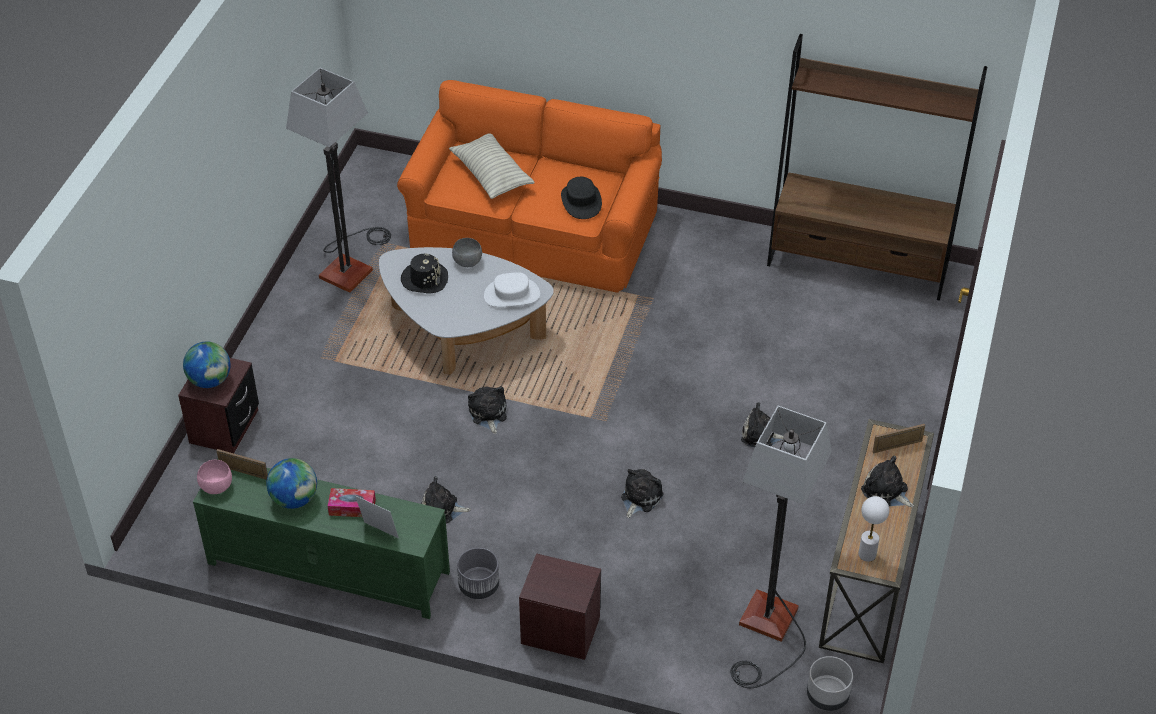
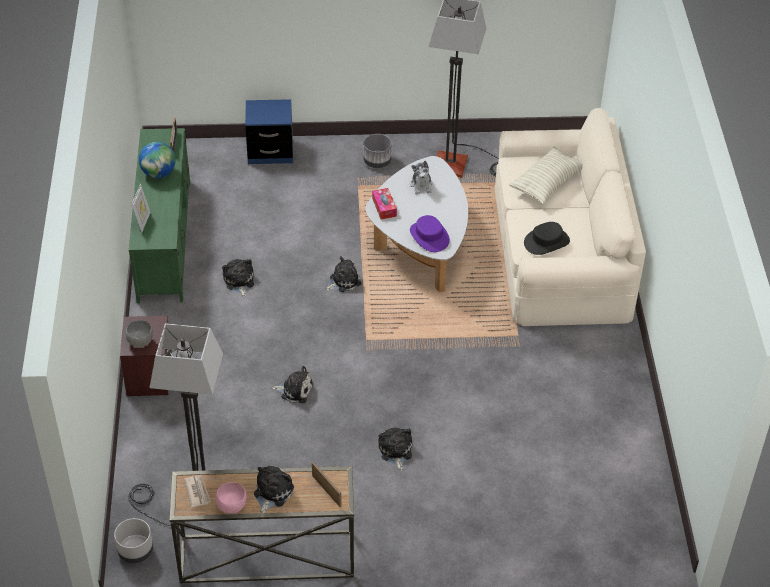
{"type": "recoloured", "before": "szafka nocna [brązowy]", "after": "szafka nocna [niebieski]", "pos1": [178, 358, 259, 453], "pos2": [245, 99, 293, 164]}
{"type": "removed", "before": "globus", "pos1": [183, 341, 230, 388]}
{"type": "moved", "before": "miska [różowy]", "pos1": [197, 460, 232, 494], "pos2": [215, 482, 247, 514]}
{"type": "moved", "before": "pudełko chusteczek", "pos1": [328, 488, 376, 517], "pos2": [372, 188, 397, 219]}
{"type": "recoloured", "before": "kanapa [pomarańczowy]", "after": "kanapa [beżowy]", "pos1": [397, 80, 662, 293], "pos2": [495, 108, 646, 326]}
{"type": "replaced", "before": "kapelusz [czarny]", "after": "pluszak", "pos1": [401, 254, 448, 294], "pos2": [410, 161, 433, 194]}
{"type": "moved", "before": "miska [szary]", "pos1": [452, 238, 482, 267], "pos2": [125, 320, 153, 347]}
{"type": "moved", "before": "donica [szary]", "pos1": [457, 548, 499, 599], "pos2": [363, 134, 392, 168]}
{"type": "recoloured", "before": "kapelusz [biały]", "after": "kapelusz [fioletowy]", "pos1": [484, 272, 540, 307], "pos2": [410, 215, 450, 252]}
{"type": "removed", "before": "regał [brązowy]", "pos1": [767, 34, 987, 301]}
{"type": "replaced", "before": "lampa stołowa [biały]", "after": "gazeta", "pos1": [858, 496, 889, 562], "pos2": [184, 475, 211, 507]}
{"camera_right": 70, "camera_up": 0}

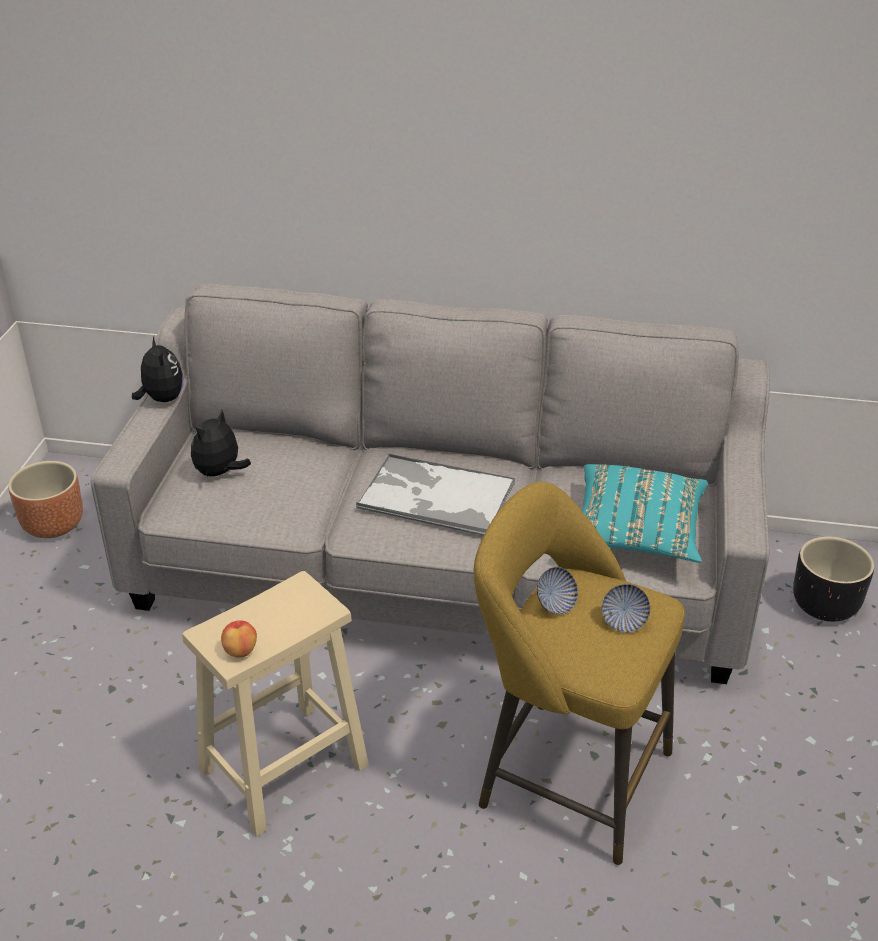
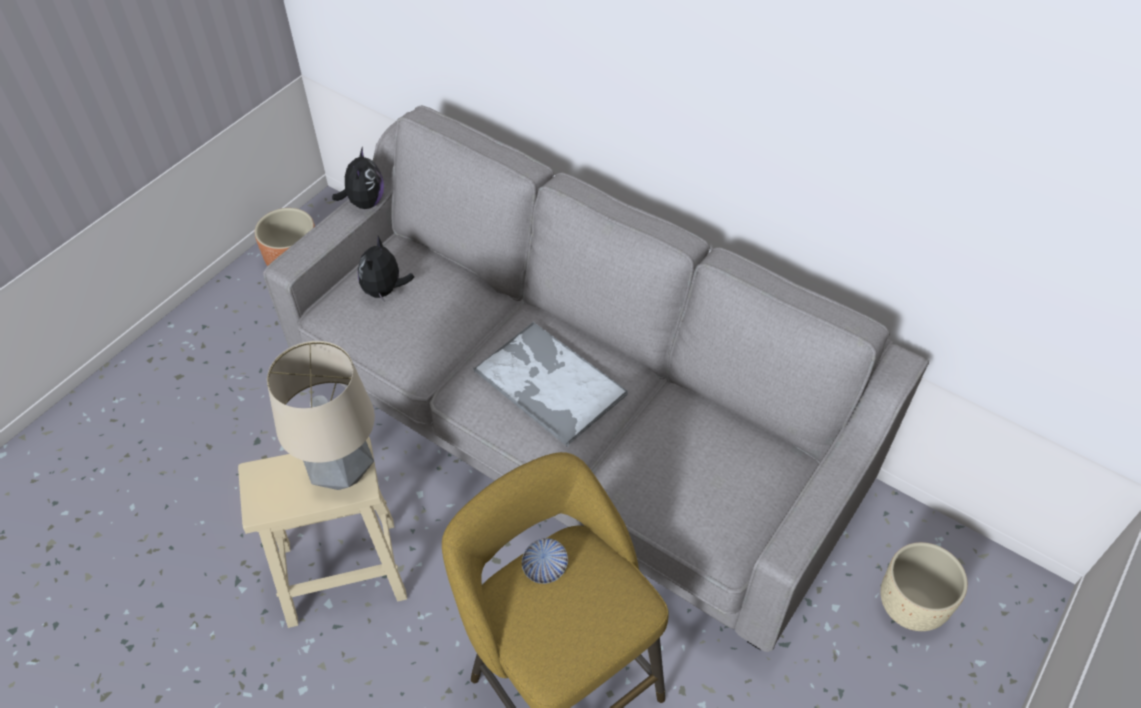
{"type": "turned", "before": "pluszak", "pos1": [191, 409, 251, 477], "pos2": [358, 236, 414, 302], "turn": -45}
{"type": "removed", "before": "jabłko", "pos1": [221, 620, 257, 658]}
{"type": "removed", "before": "poduszka [turkusowy]", "pos1": [581, 464, 708, 563]}
{"type": "removed", "before": "miska", "pos1": [601, 584, 650, 633]}
{"type": "recoloured", "before": "donica [czarny]", "after": "donica [beżowy]", "pos1": [793, 536, 874, 622], "pos2": [881, 542, 968, 631]}
{"type": "added", "after": "lampa stołowa", "pos2": [267, 341, 375, 490]}
{"camera_right": 25, "camera_up": 15}

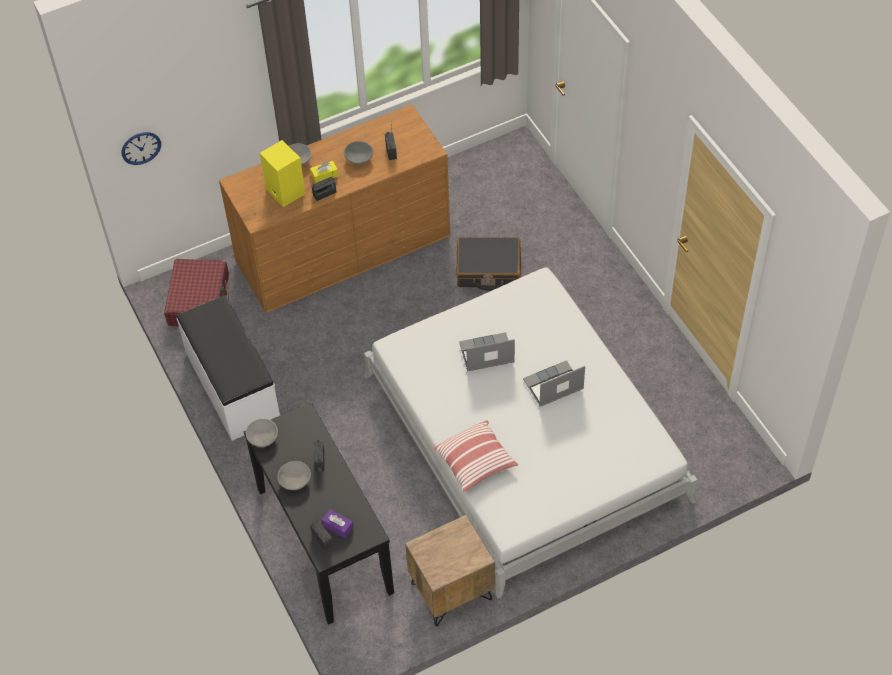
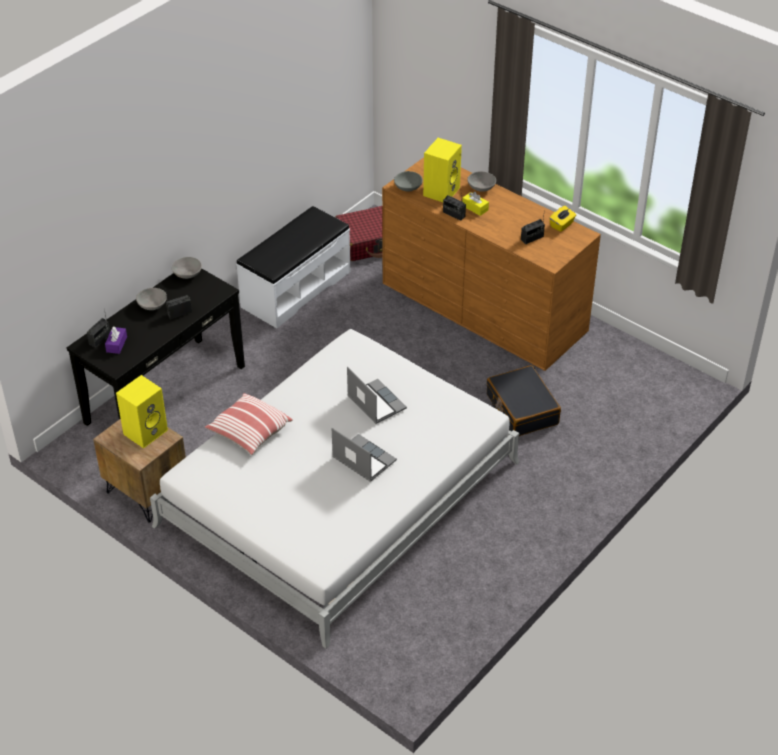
{"type": "removed", "before": "zegar ścienny", "pos1": [121, 132, 161, 165]}
{"type": "moved", "before": "miska [szary]", "pos1": [344, 141, 373, 165], "pos2": [394, 171, 423, 191]}
{"type": "added", "after": "głośnik [żółty]", "pos2": [116, 375, 168, 449]}
{"type": "added", "after": "pudełko chusteczek [żółty]", "pos2": [549, 206, 576, 232]}
{"camera_right": 65, "camera_up": -10}

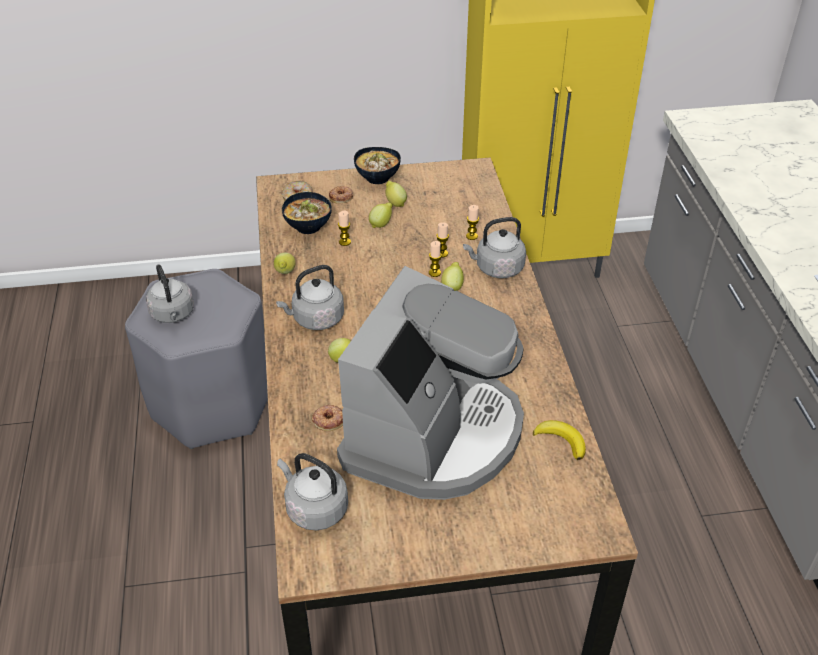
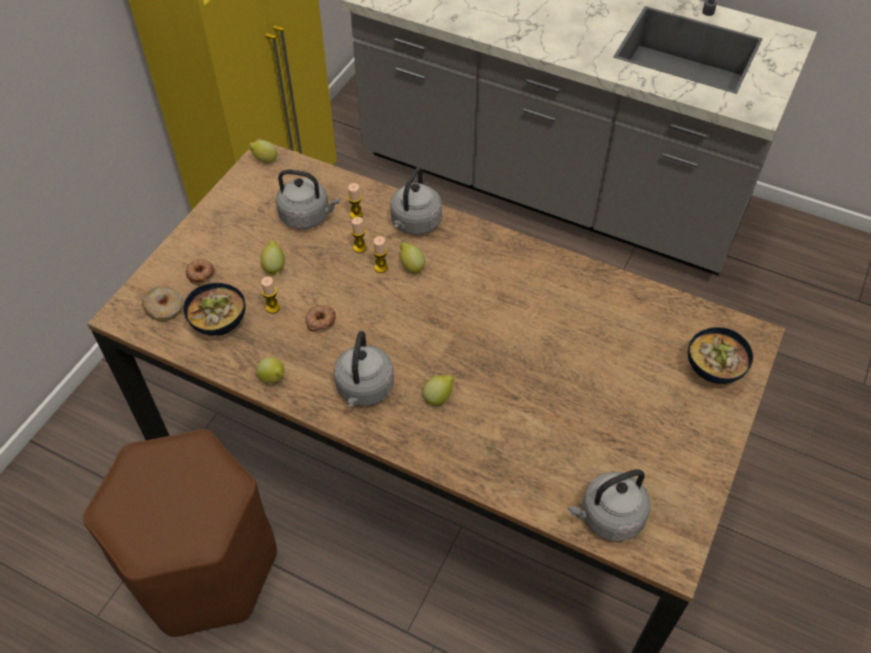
{"type": "recoloured", "before": "stołek [szary]", "after": "stołek [brązowy]", "pos1": [125, 269, 268, 449], "pos2": [83, 429, 277, 637]}
{"type": "moved", "before": "czajnik [szary]", "pos1": [146, 265, 194, 323], "pos2": [276, 169, 339, 229]}
{"type": "moved", "before": "donut", "pos1": [312, 405, 343, 431], "pos2": [305, 305, 336, 333]}
{"type": "removed", "before": "ekspres do kawy", "pos1": [337, 266, 524, 500]}
{"type": "moved", "before": "miska", "pos1": [354, 147, 401, 184], "pos2": [688, 327, 753, 384]}
{"type": "moved", "before": "cytryna", "pos1": [386, 181, 407, 207], "pos2": [248, 140, 277, 163]}
{"type": "removed", "before": "banan", "pos1": [533, 420, 586, 460]}
{"camera_right": -55, "camera_up": 10}

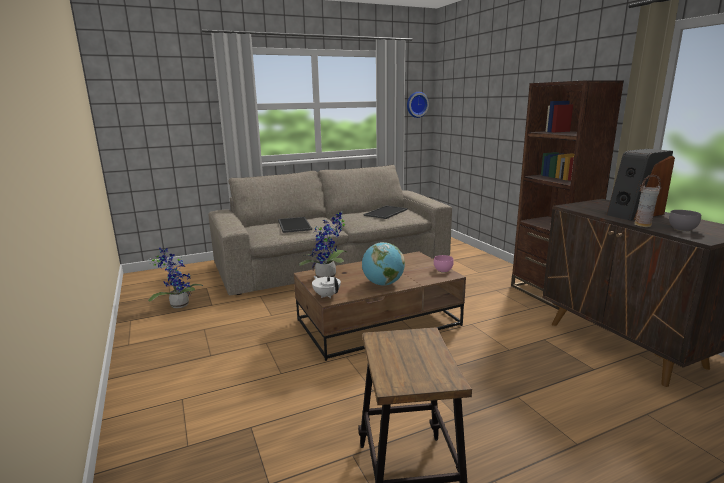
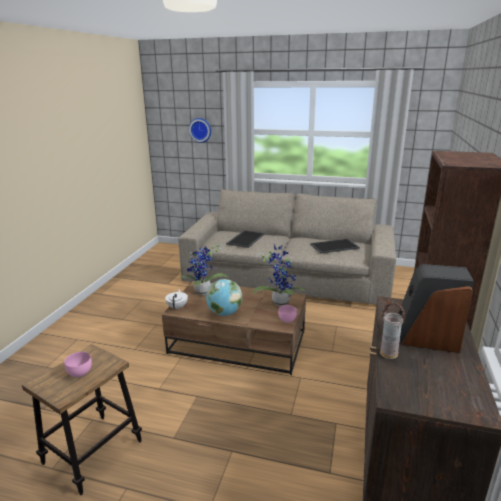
{"type": "moved", "before": "roślina doniczkowa", "pos1": [148, 248, 203, 308], "pos2": [253, 244, 305, 306]}
{"type": "moved", "before": "zegar ścienny", "pos1": [407, 92, 429, 118], "pos2": [189, 118, 211, 143]}
{"type": "removed", "before": "miska [szary]", "pos1": [669, 210, 701, 232]}
{"type": "added", "after": "miska [różowy]", "pos2": [64, 352, 92, 377]}
{"camera_right": 40, "camera_up": 5}

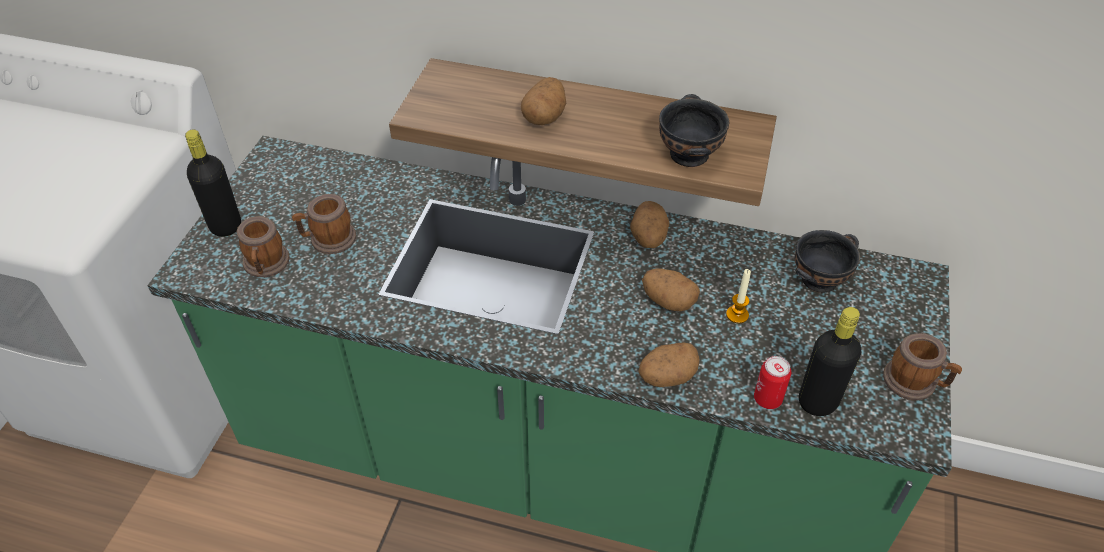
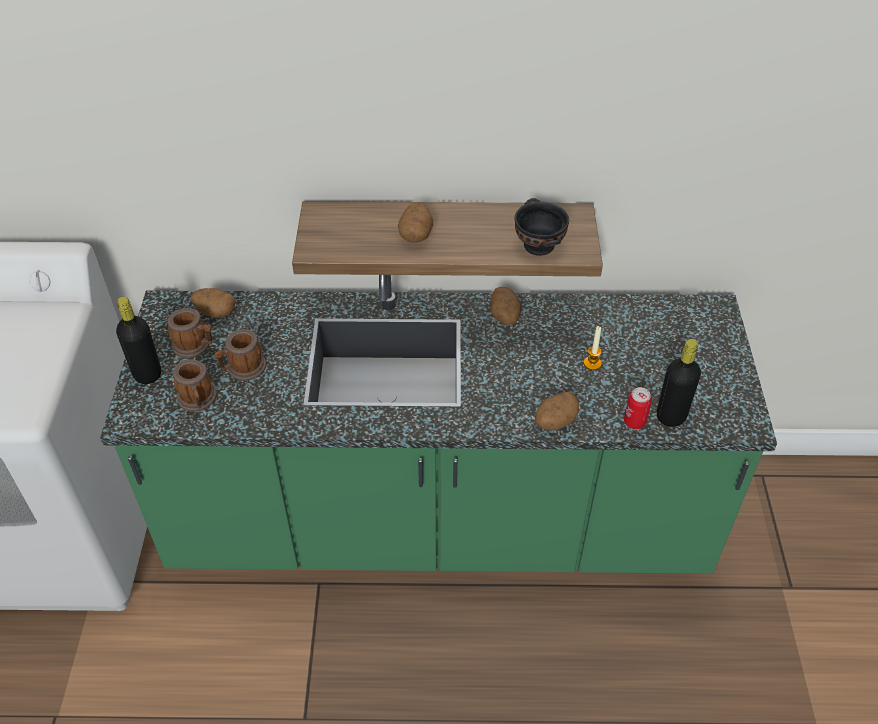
{"type": "moved", "before": "ziemniak", "pos1": [642, 268, 700, 311], "pos2": [191, 288, 236, 318]}
{"type": "removed", "before": "miska [czarny]", "pos1": [795, 230, 860, 293]}
{"type": "moved", "before": "kubek", "pos1": [883, 333, 962, 401], "pos2": [168, 308, 212, 358]}
{"camera_right": -15, "camera_up": 0}

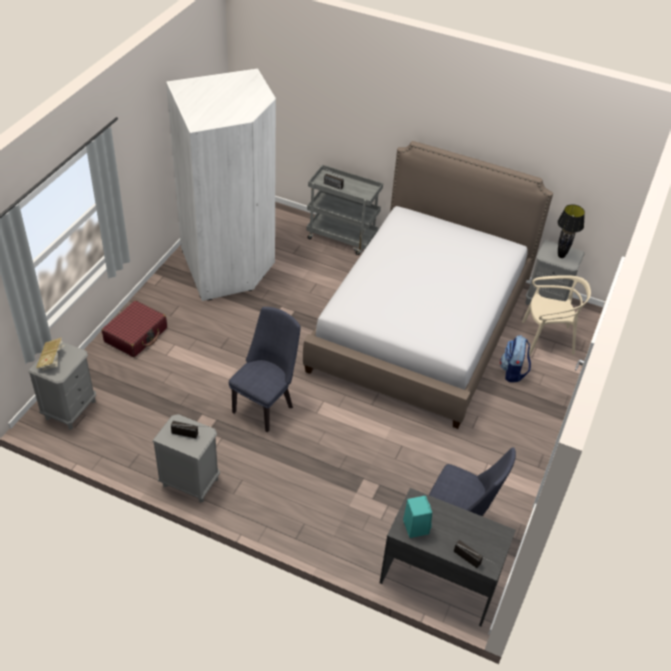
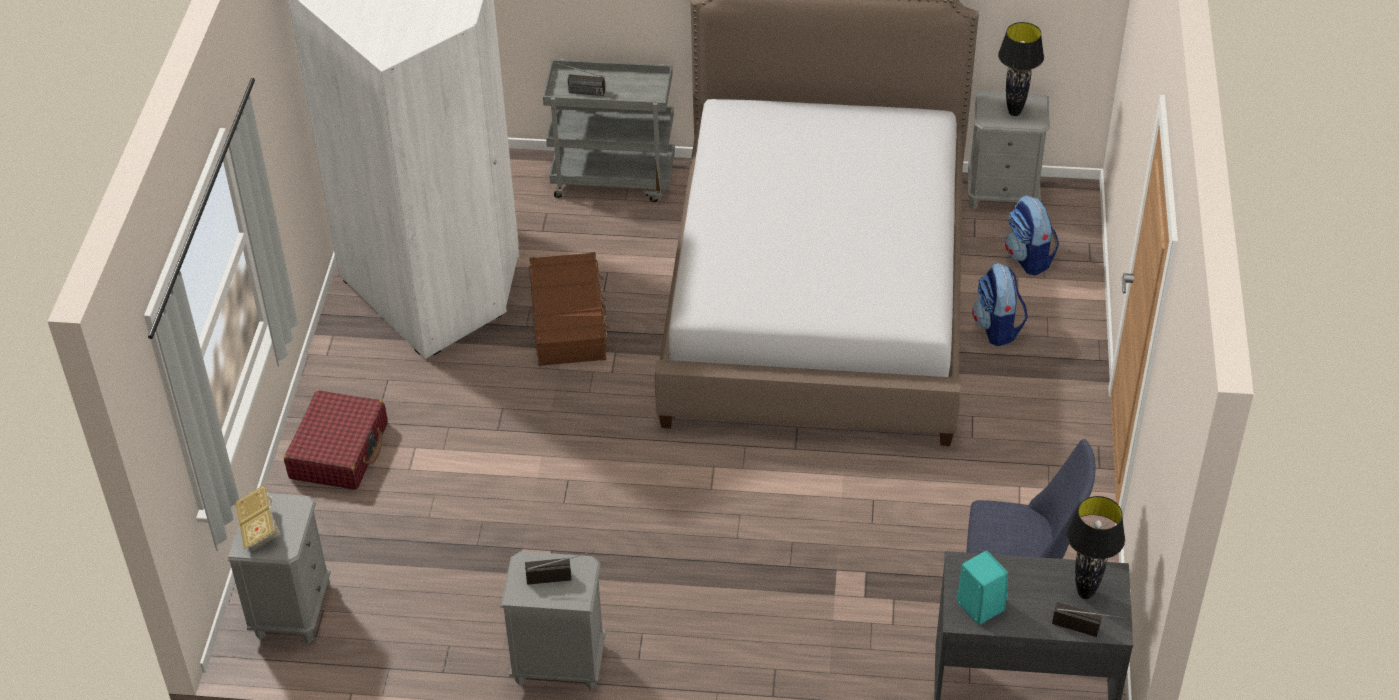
{"type": "removed", "before": "krzesło [niebieski]", "pos1": [229, 307, 301, 433]}
{"type": "replaced", "before": "krzesło [beżowy]", "after": "plecak", "pos1": [522, 275, 591, 356], "pos2": [1005, 195, 1059, 275]}
{"type": "added", "after": "walizka [brązowy]", "pos2": [529, 252, 611, 366]}
{"type": "added", "after": "lampa stołowa [czarny]", "pos2": [1067, 496, 1125, 599]}
{"camera_right": -15, "camera_up": 0}

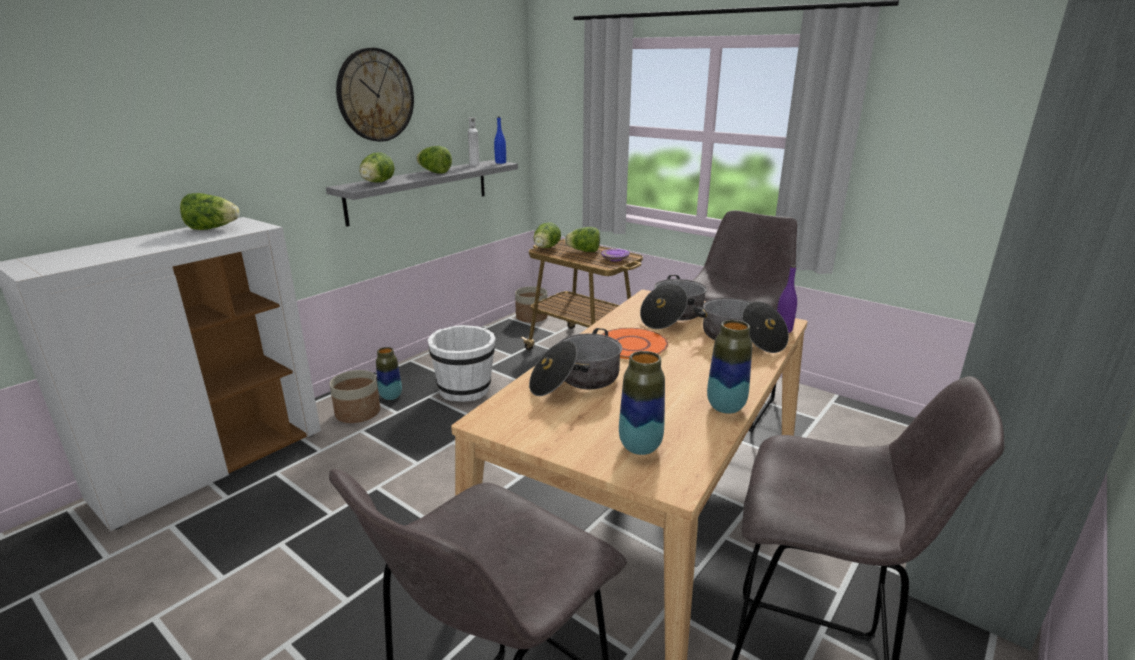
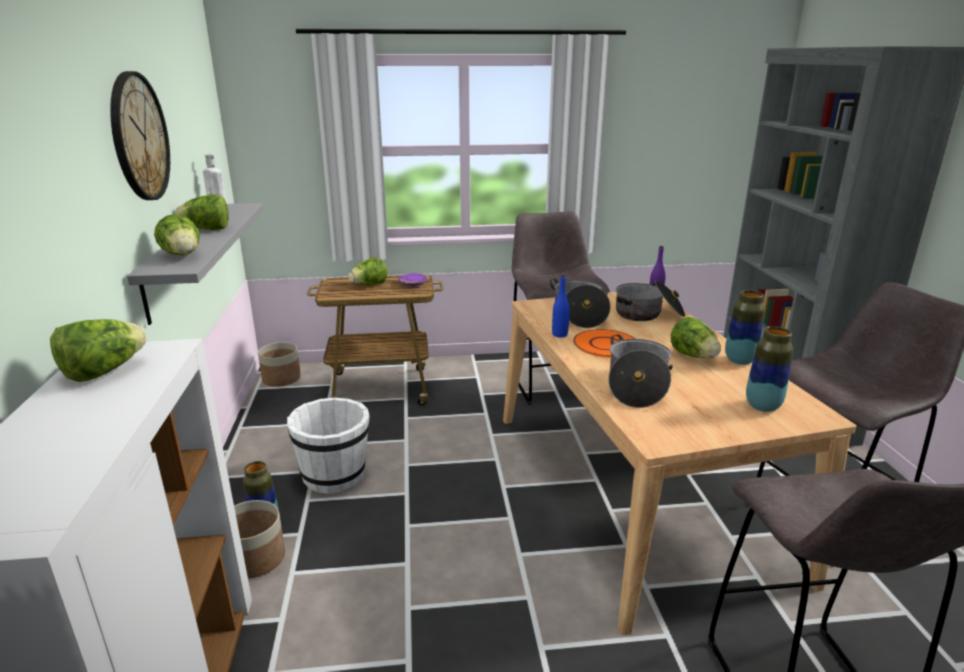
{"type": "moved", "before": "butelka [niebieski]", "pos1": [494, 117, 506, 164], "pos2": [552, 274, 570, 338]}
{"type": "moved", "before": "sałata", "pos1": [534, 222, 561, 248], "pos2": [671, 317, 721, 358]}
{"camera_right": -45, "camera_up": 0}

